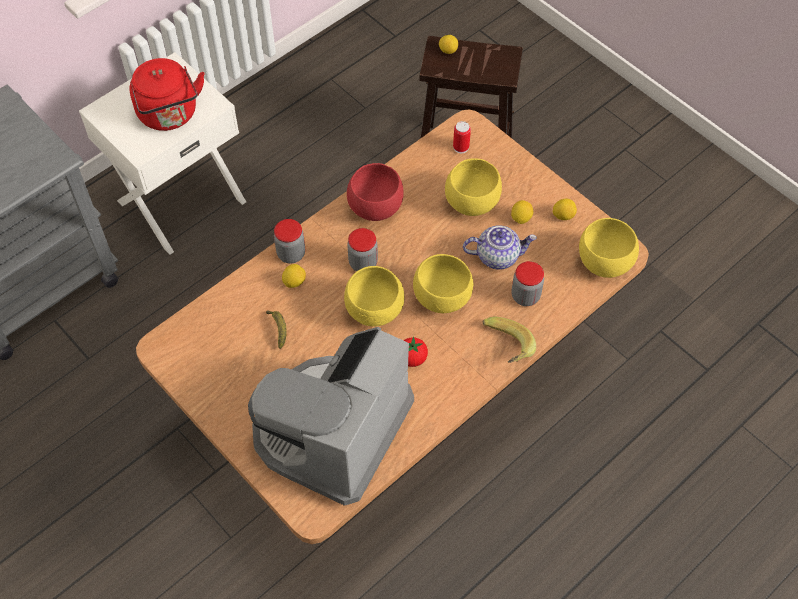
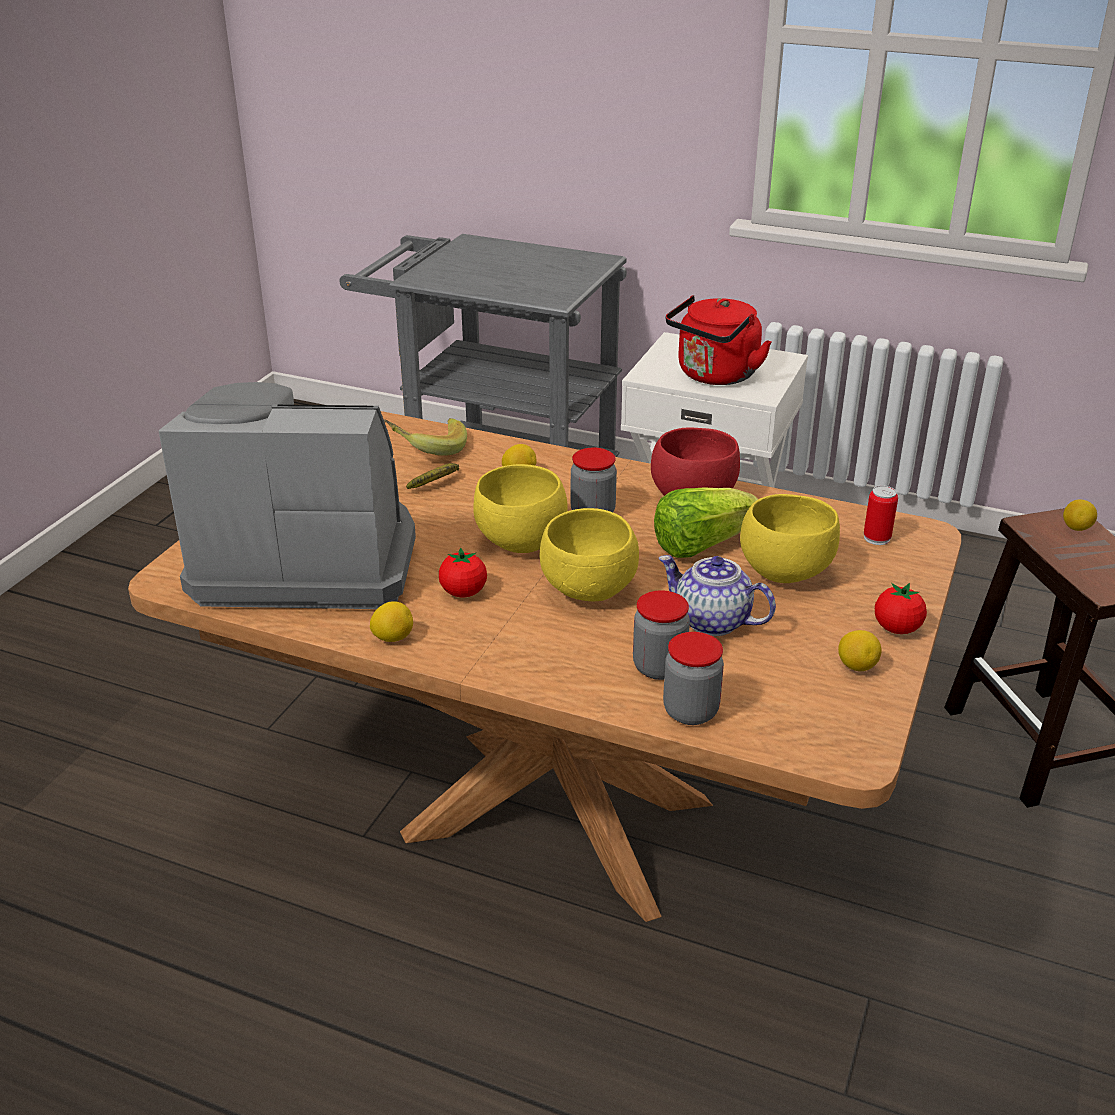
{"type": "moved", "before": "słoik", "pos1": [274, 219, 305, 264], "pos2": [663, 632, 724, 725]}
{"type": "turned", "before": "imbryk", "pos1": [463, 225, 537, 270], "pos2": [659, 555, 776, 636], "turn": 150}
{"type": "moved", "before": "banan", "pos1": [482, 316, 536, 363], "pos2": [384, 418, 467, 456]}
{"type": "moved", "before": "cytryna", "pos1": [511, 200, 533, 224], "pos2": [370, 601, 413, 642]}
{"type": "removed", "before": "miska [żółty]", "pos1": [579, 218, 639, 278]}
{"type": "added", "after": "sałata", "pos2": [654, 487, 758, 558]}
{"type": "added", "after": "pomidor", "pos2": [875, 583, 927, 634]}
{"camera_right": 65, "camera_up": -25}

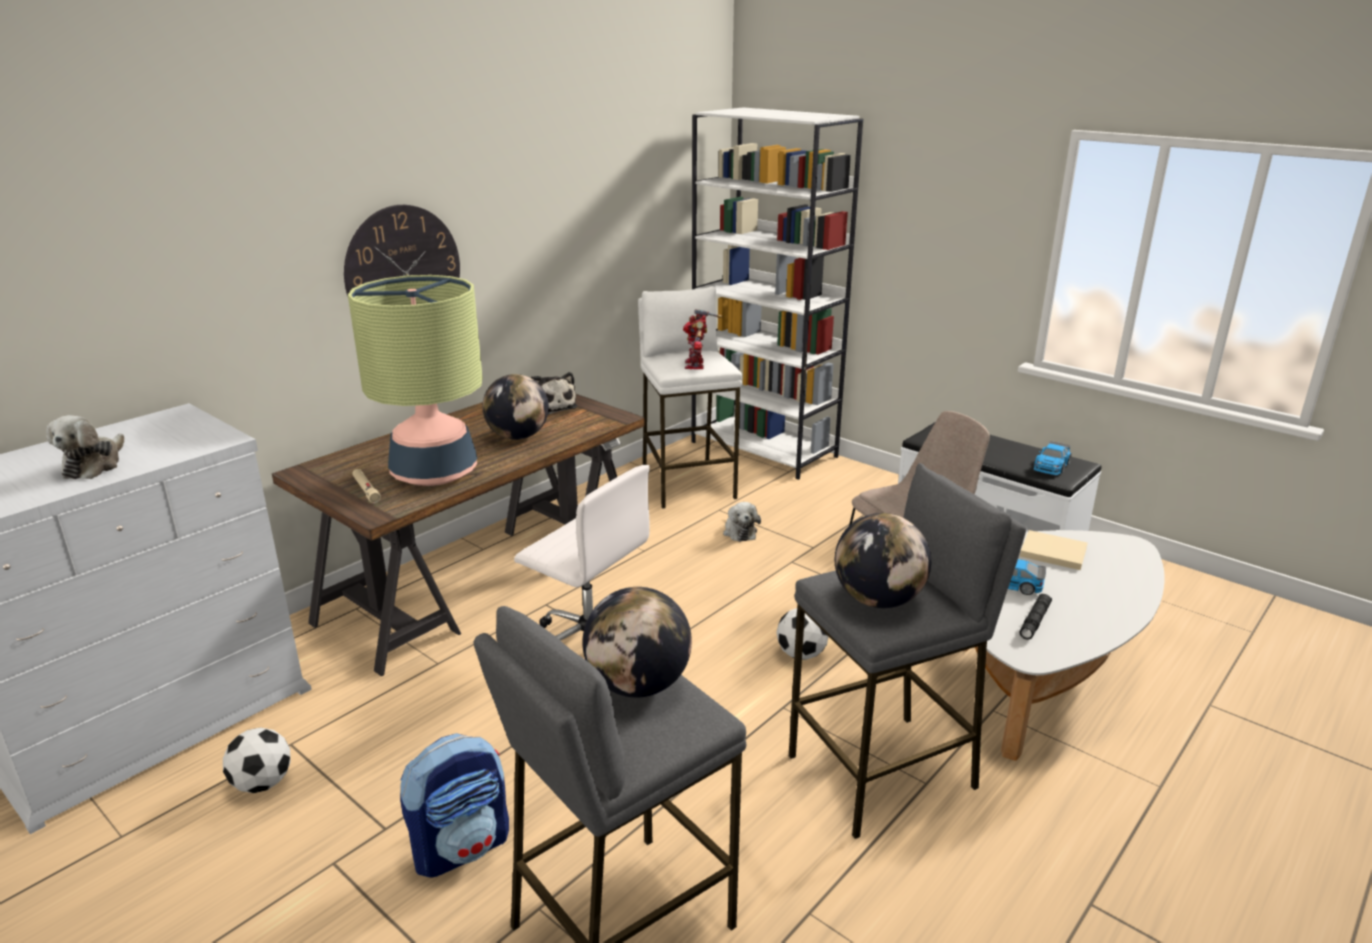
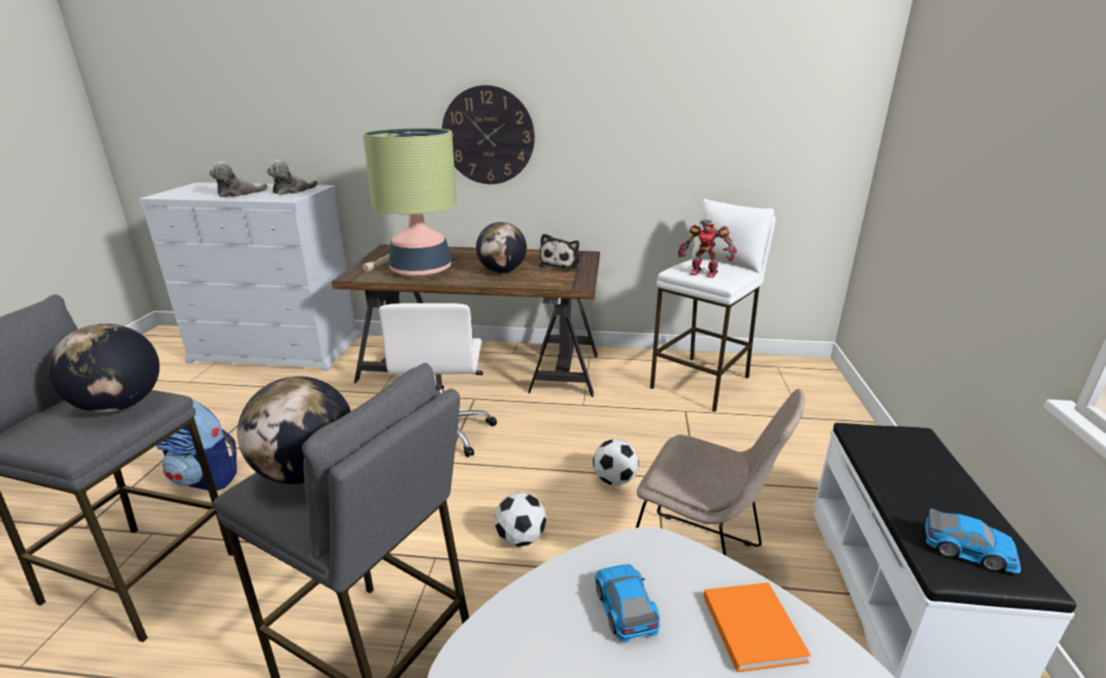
{"type": "moved", "before": "piłka futbolowa", "pos1": [223, 727, 291, 793], "pos2": [593, 439, 639, 485]}
{"type": "turned", "before": "robot zabawkowy", "pos1": [683, 309, 723, 369], "pos2": [678, 220, 737, 278], "turn": -120}
{"type": "removed", "before": "regał [biały]", "pos1": [692, 108, 863, 480]}
{"type": "moved", "before": "pluszak", "pos1": [723, 502, 761, 542], "pos2": [267, 160, 318, 195]}
{"type": "recoloured", "before": "książka [beżowy]", "after": "książka [pomarańczowy]", "pos1": [1020, 530, 1088, 570], "pos2": [703, 582, 811, 672]}
{"type": "removed", "before": "latarka [czarny]", "pos1": [1020, 594, 1052, 640]}
{"type": "turned", "before": "samochodzik", "pos1": [1034, 441, 1071, 475], "pos2": [925, 509, 1021, 573], "turn": -150}
{"camera_right": 55, "camera_up": 0}

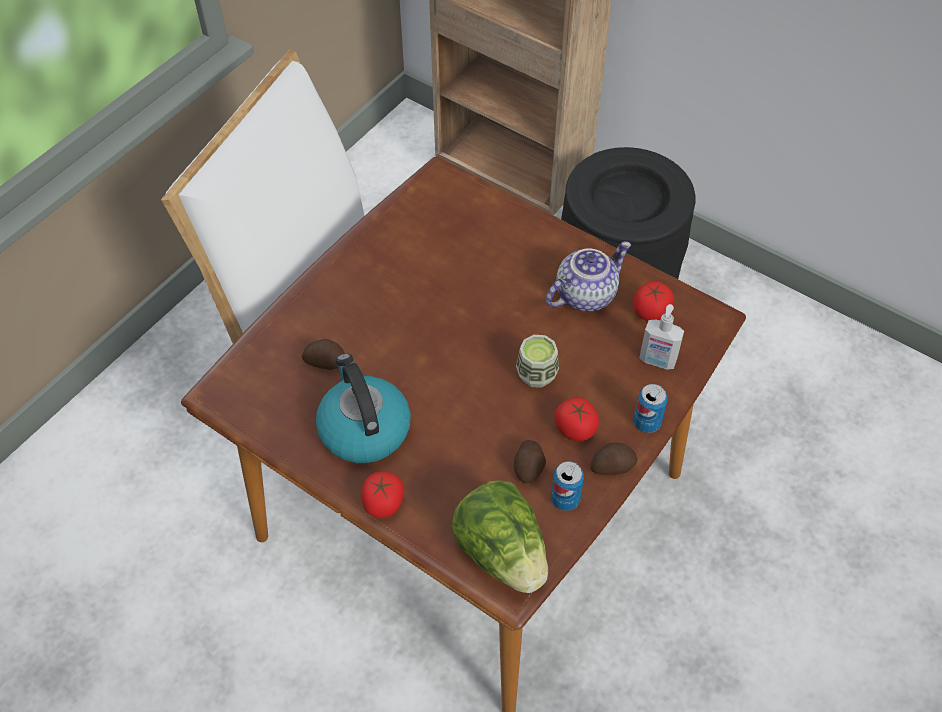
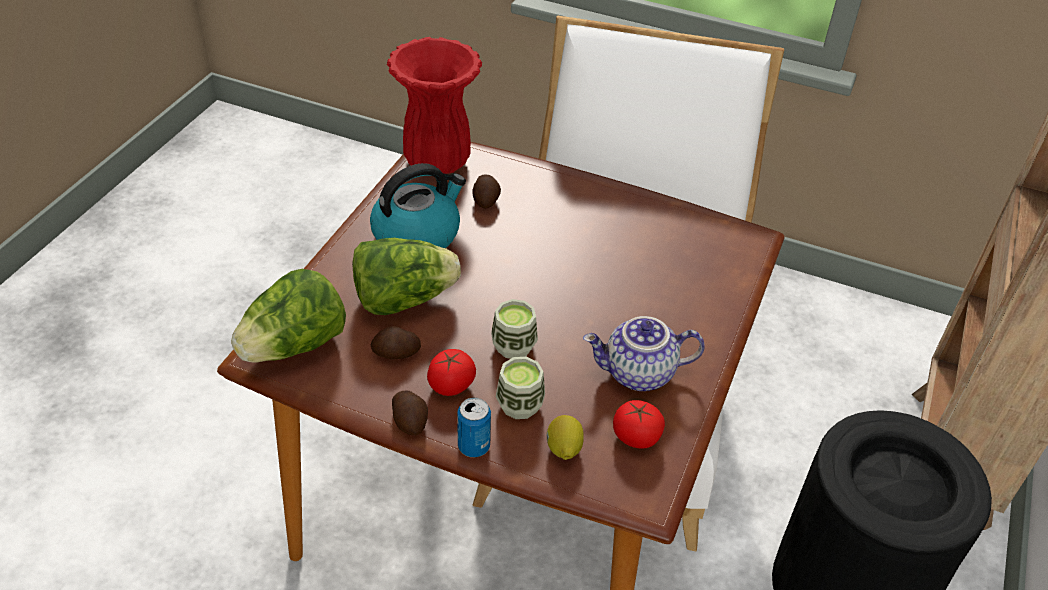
{"type": "removed", "before": "pomidor", "pos1": [361, 471, 404, 518]}
{"type": "turned", "before": "imbryk", "pos1": [546, 242, 631, 311], "pos2": [583, 316, 705, 391], "turn": 135}
{"type": "removed", "before": "puszka", "pos1": [551, 461, 584, 511]}
{"type": "replaced", "before": "dozownik mydła", "after": "cytryna", "pos1": [639, 304, 684, 369], "pos2": [547, 415, 584, 460]}
{"type": "added", "after": "sałata", "pos2": [352, 238, 461, 315]}
{"type": "added", "after": "wazon [czerwony]", "pos2": [387, 37, 482, 174]}
{"type": "added", "after": "filiżanka", "pos2": [496, 357, 545, 419]}
{"camera_right": 75, "camera_up": -10}

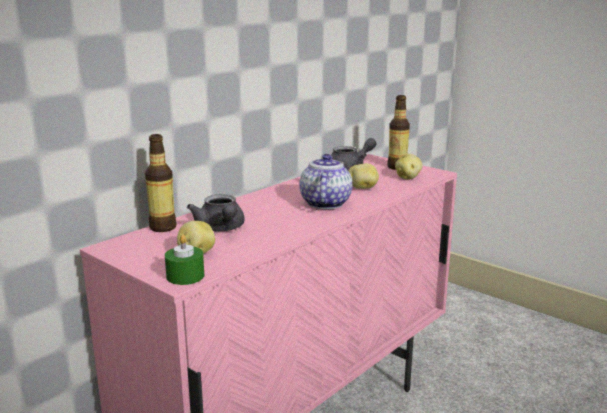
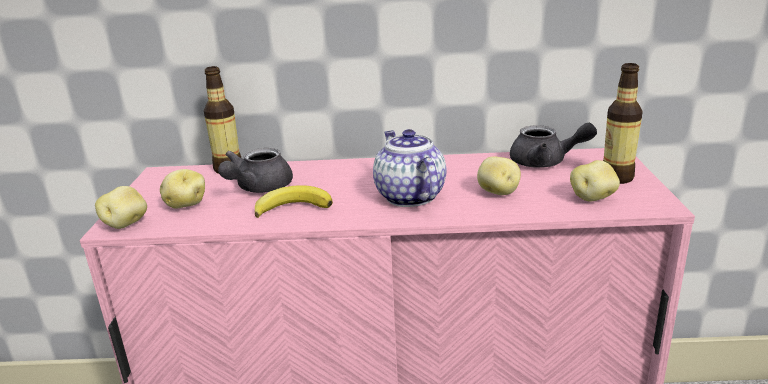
{"type": "replaced", "before": "świeca [zielony]", "after": "ziemniak", "pos1": [165, 234, 204, 285], "pos2": [95, 186, 147, 229]}
{"type": "turned", "before": "imbryk", "pos1": [299, 154, 352, 209], "pos2": [373, 129, 447, 207], "turn": -75}
{"type": "added", "after": "banan", "pos2": [255, 185, 333, 218]}
{"camera_right": 50, "camera_up": 5}

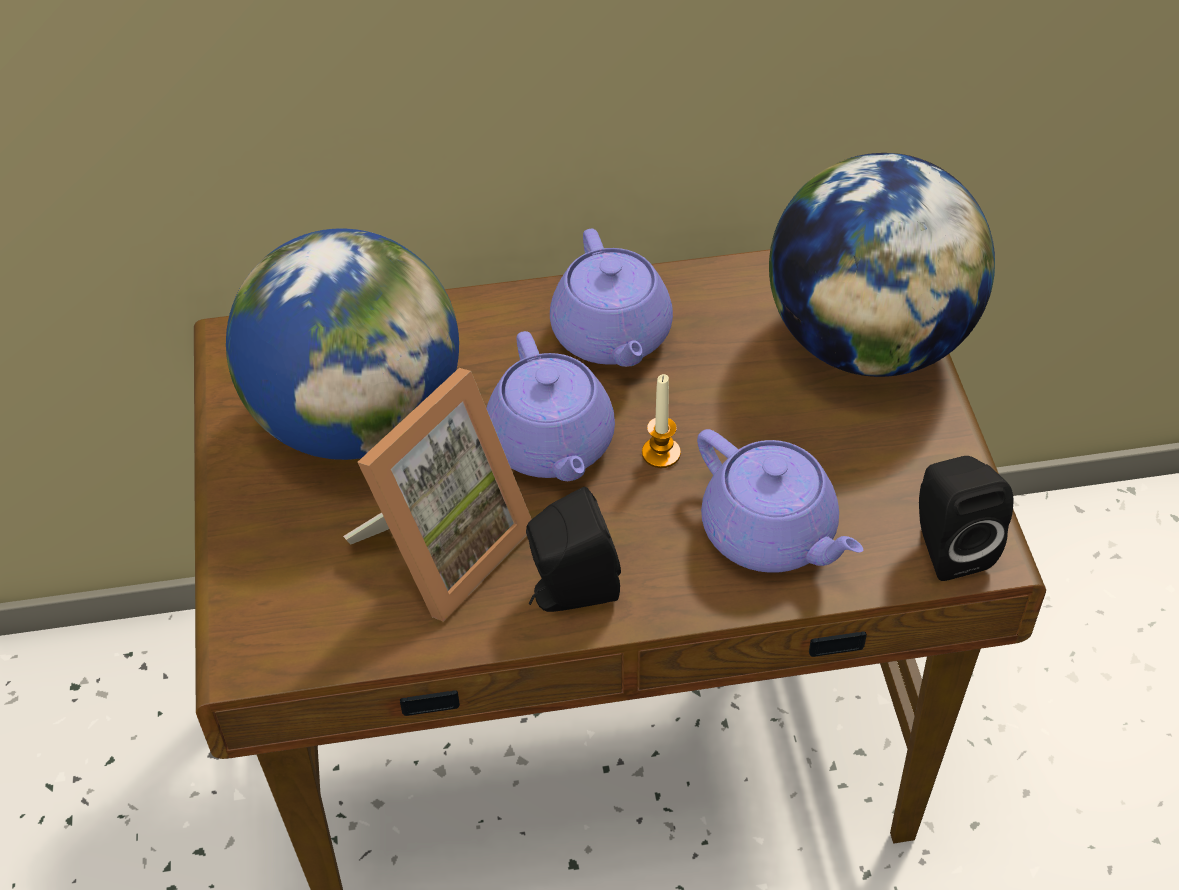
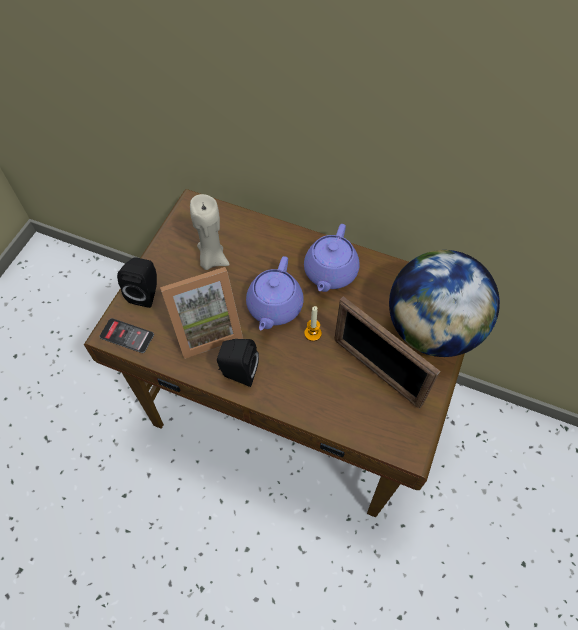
{"type": "replaced", "before": "globus", "after": "świeca [beżowy]", "pos1": [226, 229, 459, 460], "pos2": [190, 194, 230, 270]}
{"type": "removed", "before": "imbryk [fioletowy]", "pos1": [697, 429, 863, 573]}
{"type": "moved", "before": "głośnik [czarny]", "pos1": [919, 456, 1013, 581], "pos2": [117, 257, 157, 308]}
{"type": "added", "after": "telefon", "pos2": [100, 318, 154, 353]}
{"type": "added", "after": "ramka na zdjęcie", "pos2": [334, 296, 440, 408]}
{"camera_right": 30, "camera_up": 10}

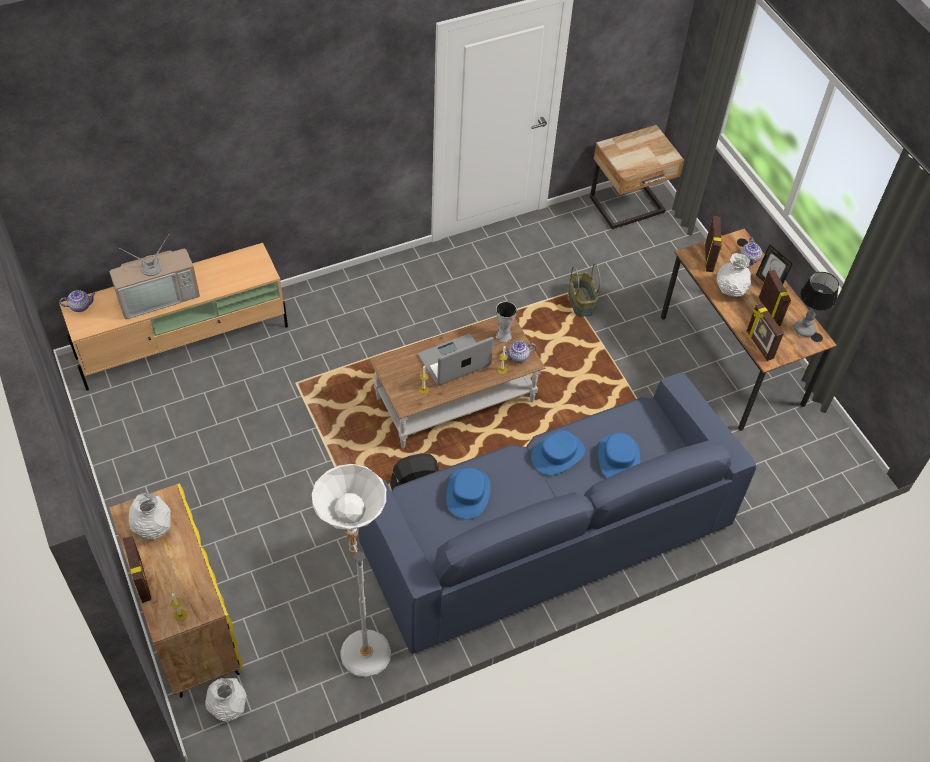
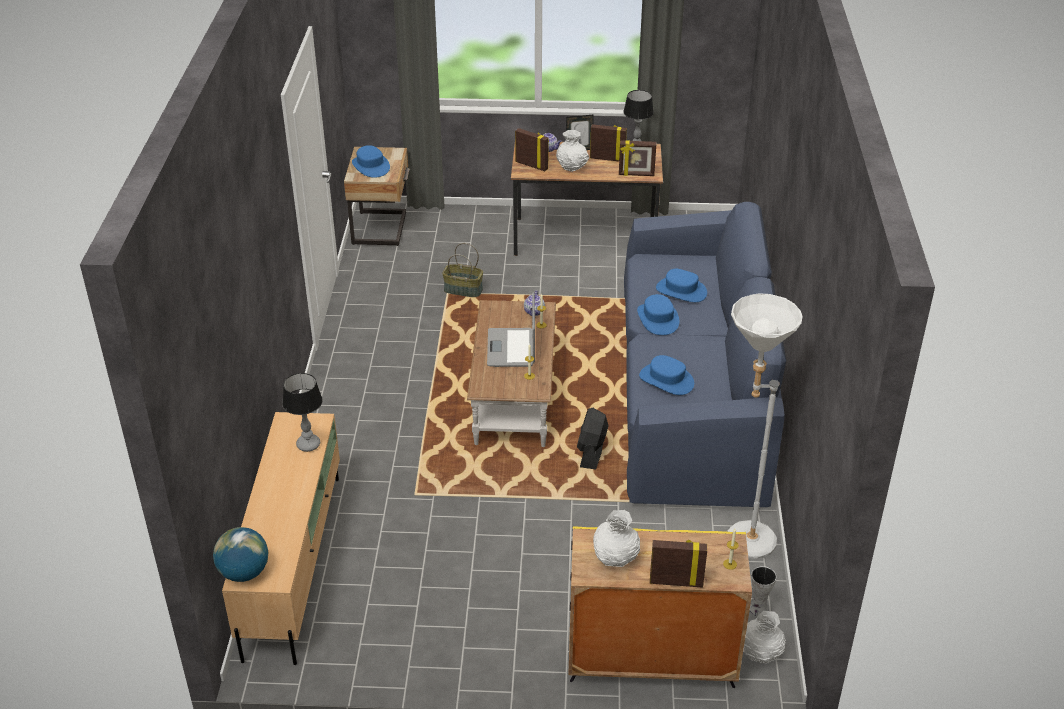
{"type": "replaced", "before": "imbryk", "after": "globus", "pos1": [59, 290, 95, 312], "pos2": [213, 527, 268, 582]}
{"type": "removed", "before": "telewizor", "pos1": [110, 233, 200, 319]}
{"type": "moved", "before": "wazon", "pos1": [496, 301, 517, 342], "pos2": [749, 566, 777, 616]}
{"type": "added", "after": "lampa stołowa", "pos2": [282, 373, 323, 452]}
{"type": "added", "after": "kapelusz [niebieski]", "pos2": [352, 145, 390, 178]}
{"camera_right": -60, "camera_up": -15}

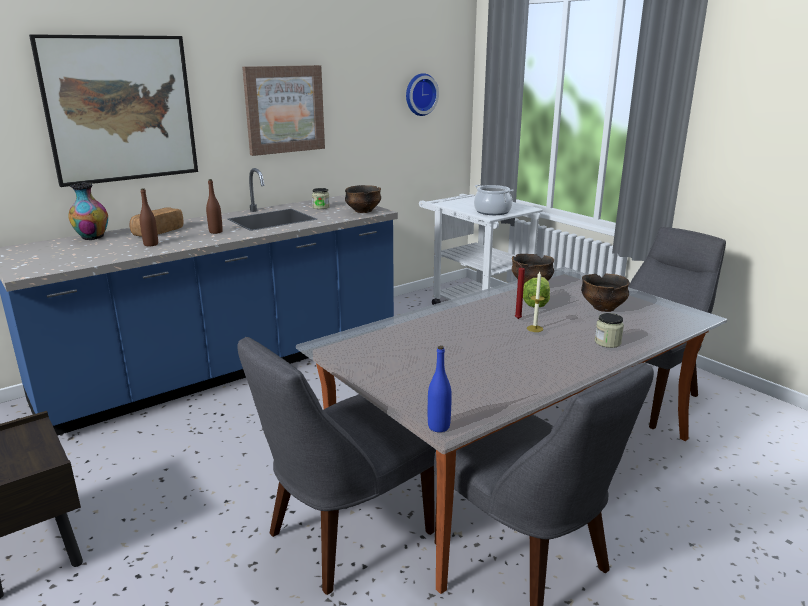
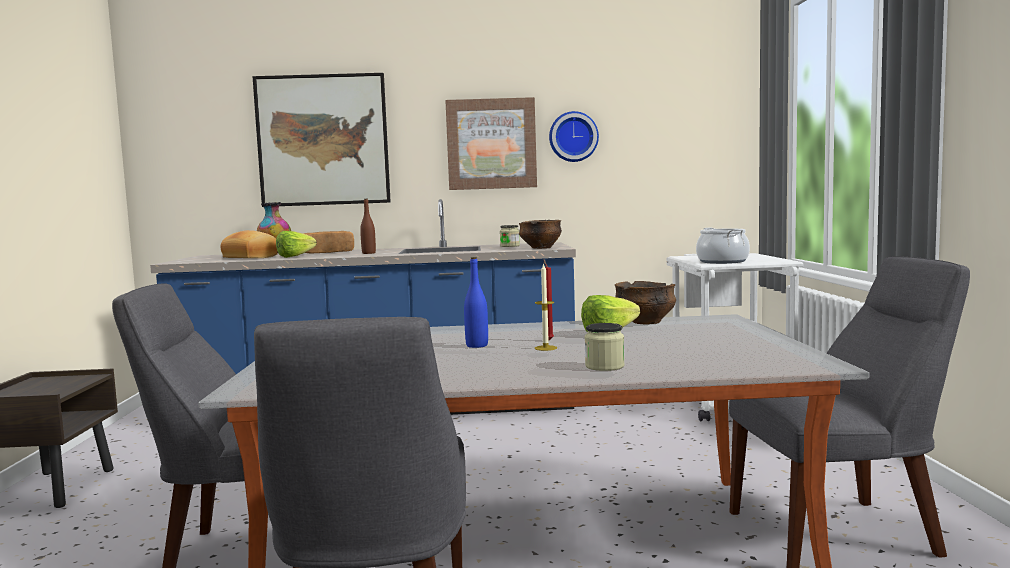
{"type": "replaced", "before": "butelka [brązowy]", "after": "sałata", "pos1": [140, 188, 158, 246], "pos2": [276, 231, 317, 258]}
{"type": "moved", "before": "zegar ścienny", "pos1": [406, 73, 439, 116], "pos2": [549, 111, 599, 162]}
{"type": "moved", "before": "butelka [niebieski]", "pos1": [428, 346, 452, 432], "pos2": [464, 257, 488, 348]}
{"type": "removed", "before": "miska", "pos1": [581, 274, 630, 312]}
{"type": "added", "after": "chleb", "pos2": [220, 230, 278, 258]}
{"camera_right": 35, "camera_up": -15}

